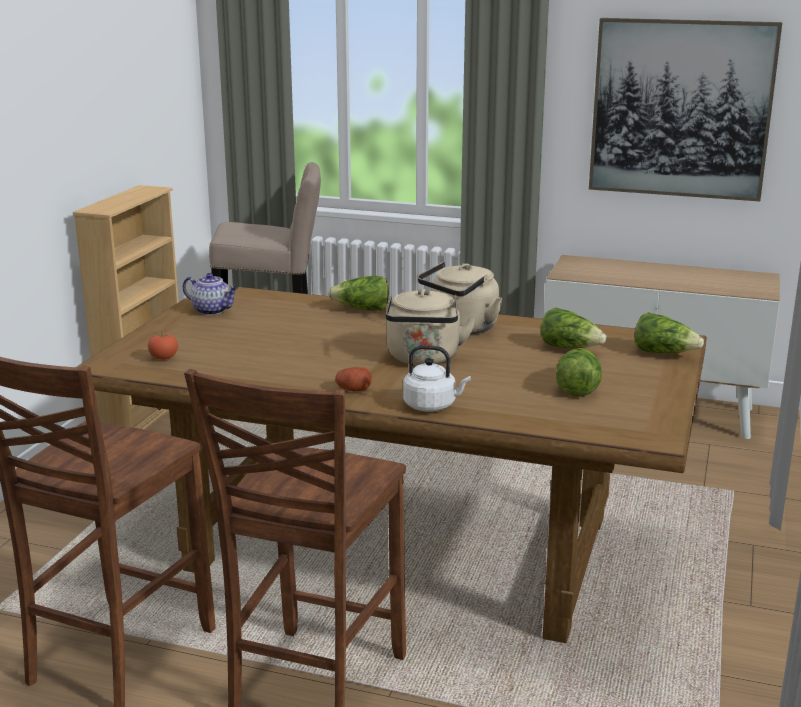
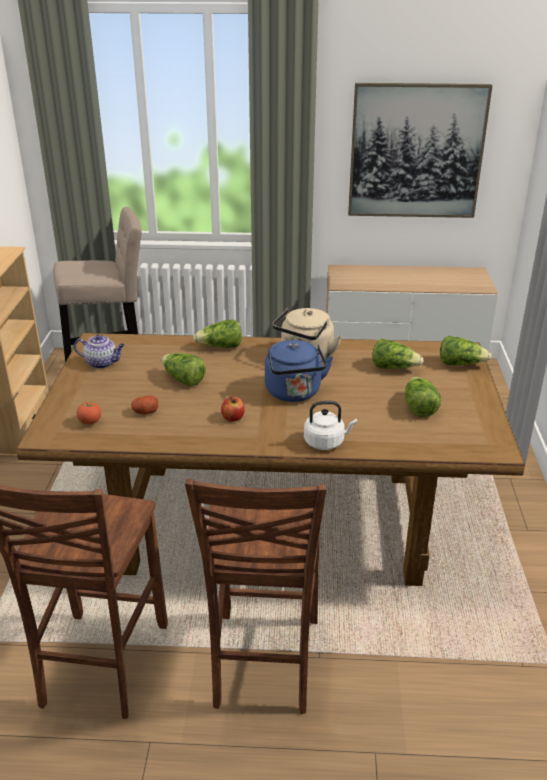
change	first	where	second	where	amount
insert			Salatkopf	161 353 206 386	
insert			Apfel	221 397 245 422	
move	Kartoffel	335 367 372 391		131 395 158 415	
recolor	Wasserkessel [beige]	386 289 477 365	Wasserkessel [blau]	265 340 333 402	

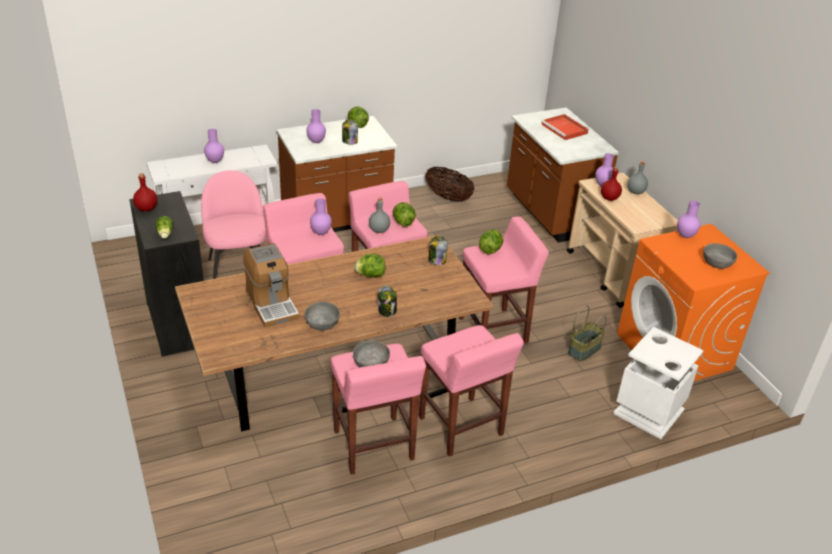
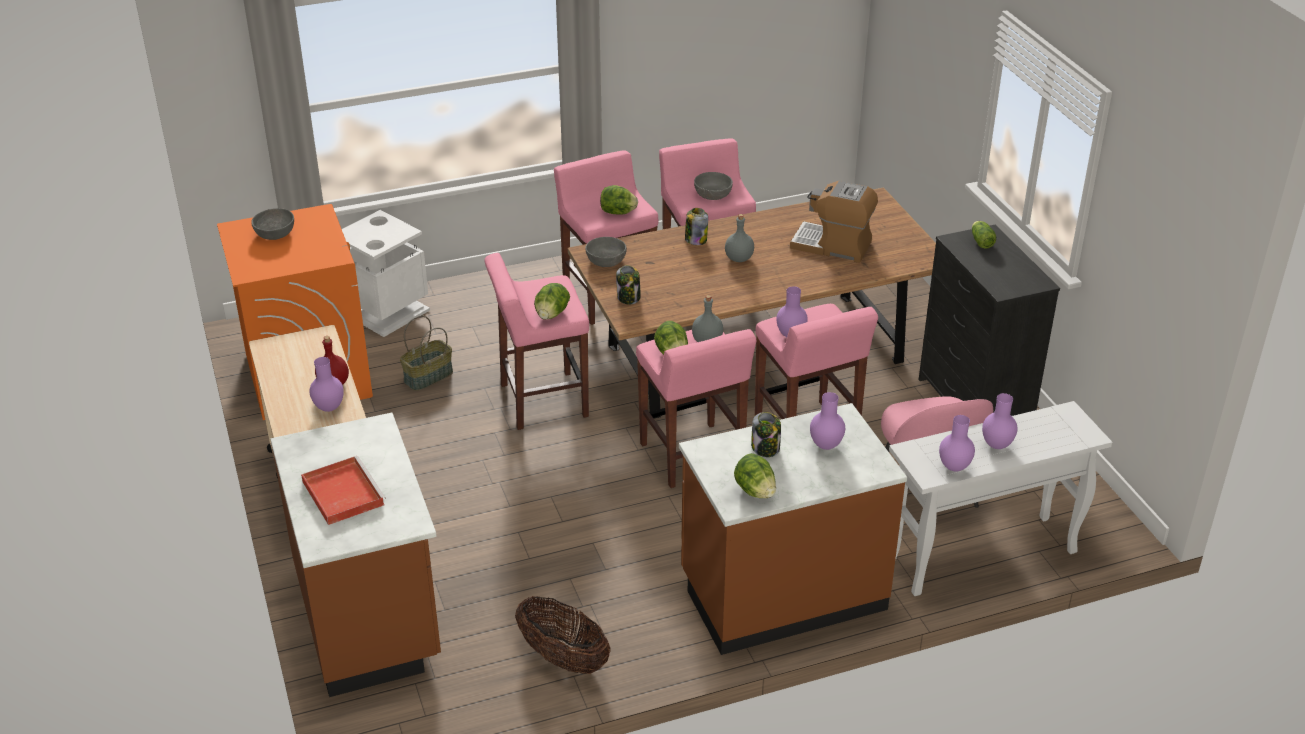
change	first	where	second	where	amount
delete	Flasche [rot]	133 173 157 211			
move	Schüssel [grau]	304 302 340 331		585 237 627 267	
move	Salatkopf	354 254 386 277		600 185 638 215	
move	Flasche [grau]	627 161 648 194		725 214 754 262	
move	Vase [lila]	677 200 700 238		939 415 975 472	
rotate	Kaffeemaschine	243 243 300 328		790 181 878 263	45 degrees counterclockwise

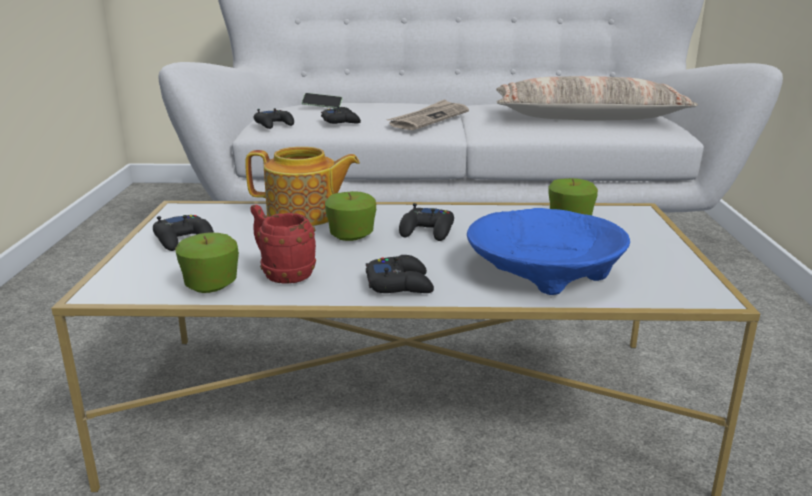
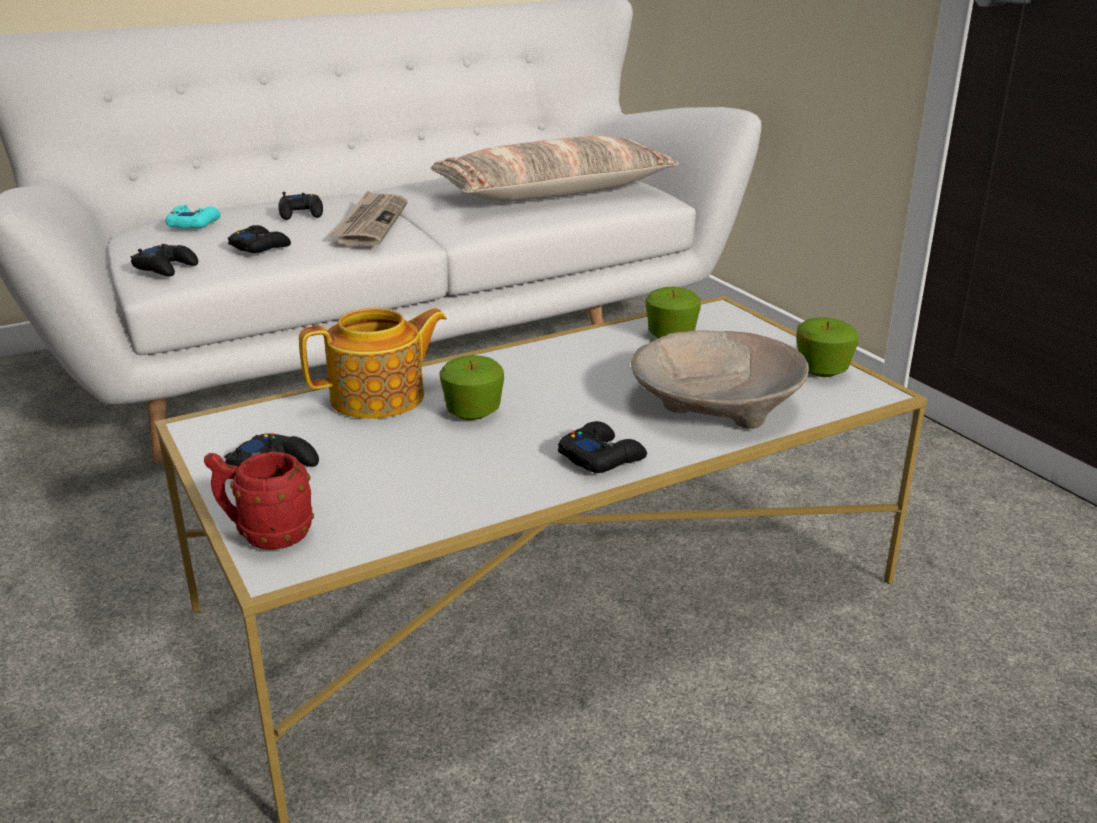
change	first	where	second	where	amount
move	Apfel	175 232 239 293		796 317 858 377	
move	Henkelbecher [rot]	250 205 316 284		204 451 314 550	
move	Gamepad [schwarz]	399 203 454 241		278 192 323 220	
replace	Handy	302 93 343 108	Gamepad [türkis]	166 205 221 229	
recolor	Schüssel [blau]	467 208 630 295	Schüssel [beige]	631 330 809 429	

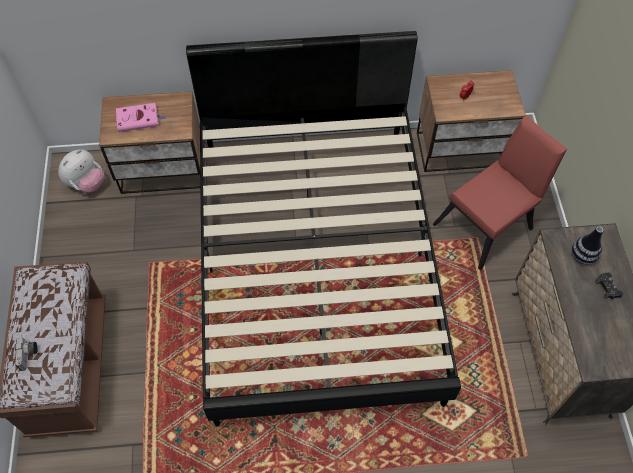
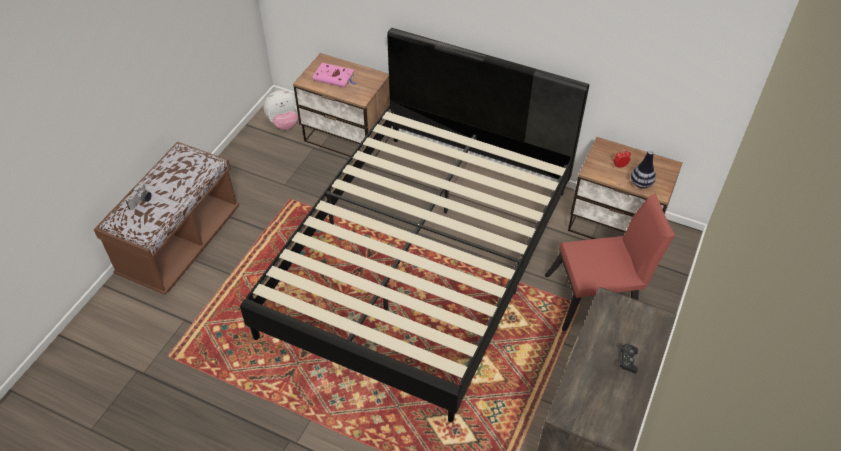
change	first	where	second	where	amount
move	Vase	572 226 604 264		631 150 656 188	

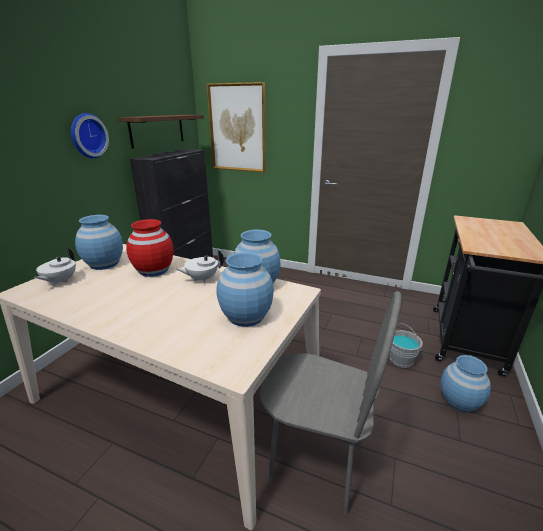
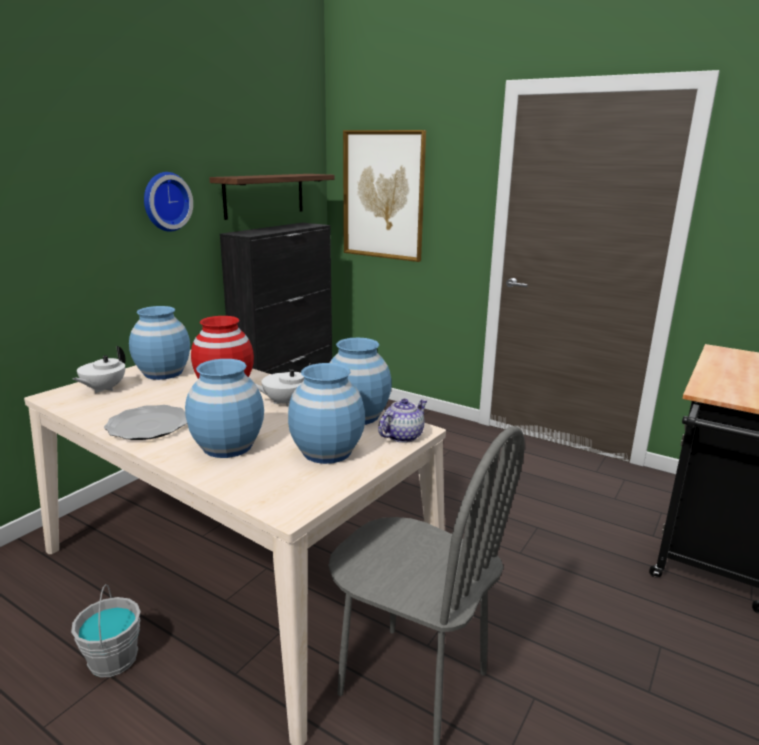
change	first	where	second	where	amount
insert			Teller	104 405 187 440	
insert			Teekanne	378 398 427 443	
move	Eimer [grau]	390 323 423 368		71 584 140 677	
move	Vase [blau]	441 355 491 412		185 359 264 458	

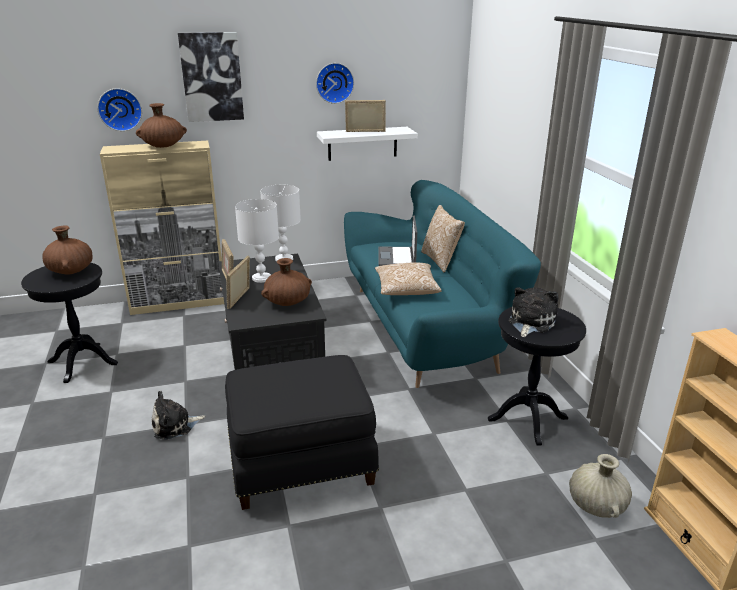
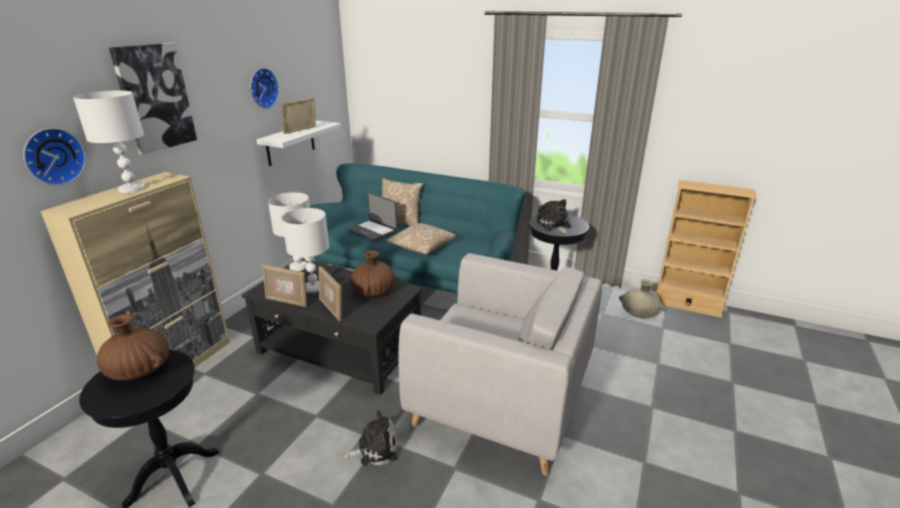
change	first	where	second	where	amount
replace	Vase [braun]	136 103 187 148	Tischlampe [weiß]	73 90 145 193	
replace	Polsterhocker [schwarz]	225 355 379 510	Sessel [grau]	398 253 602 476	
rotate	Plüschtier	152 391 205 440		343 410 398 465	120 degrees counterclockwise

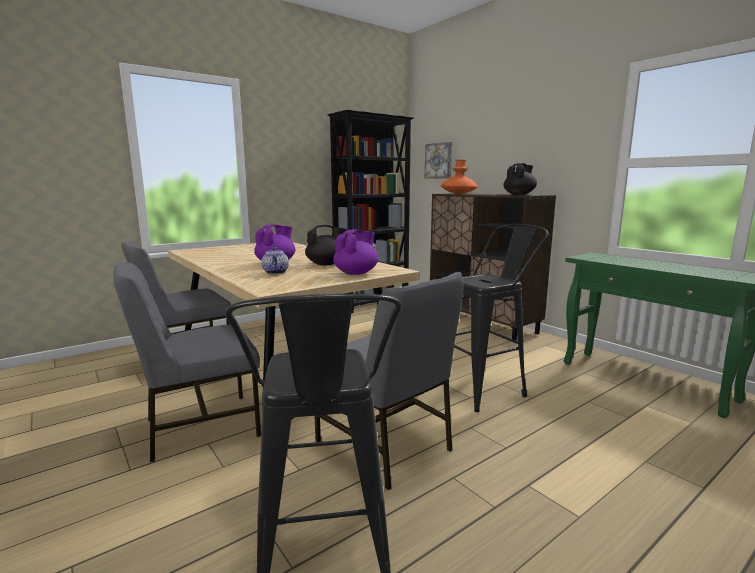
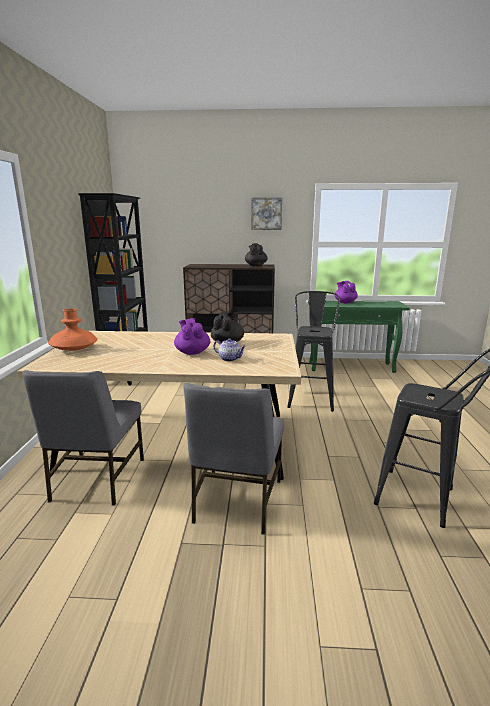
change	first	where	second	where	amount
delete	Stuhl [grau]	315 272 463 490			
move	Teekanne [lila]	333 230 379 275		335 281 358 303	
move	Bild	425 142 452 179		251 198 282 230	
move	Vase [orange]	440 159 478 194		48 309 98 351	

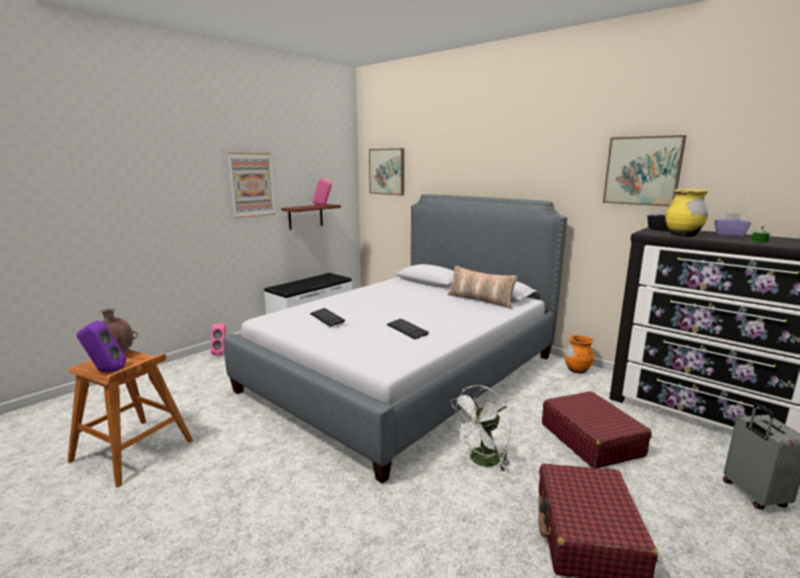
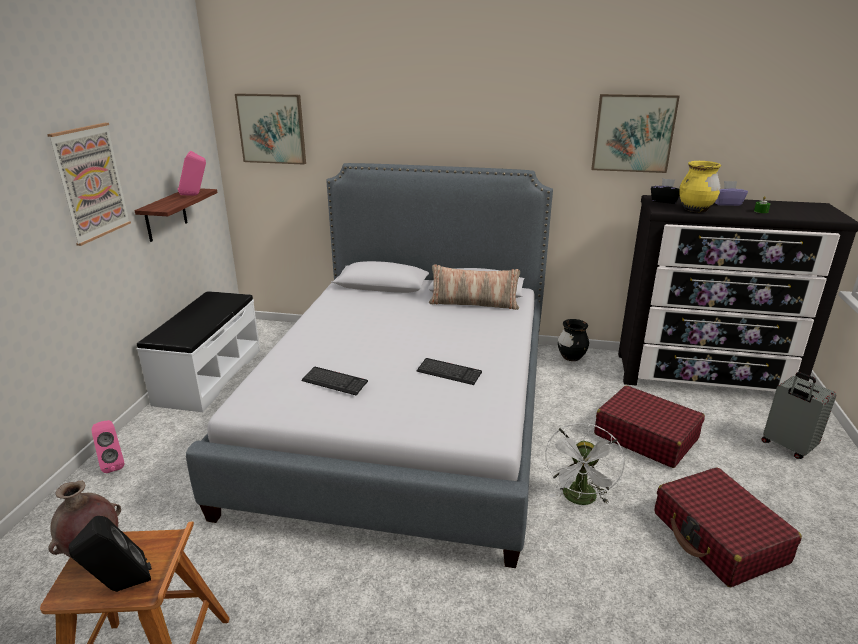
change	first	where	second	where	amount
recolor	Lautsprecher [lila]	76 320 126 372	Lautsprecher [schwarz]	69 516 152 592	
recolor	Vase [orange]	564 335 594 373	Vase [schwarz]	558 319 589 361	

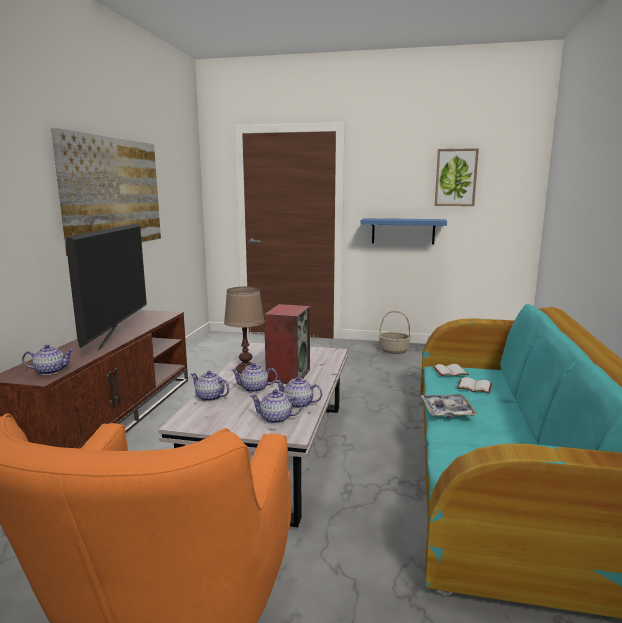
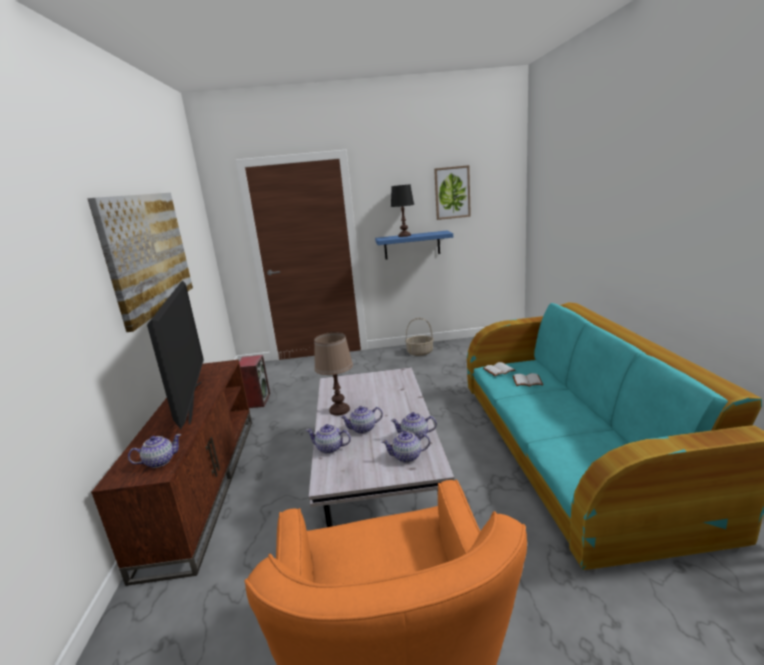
change	first	where	second	where	amount
delete	Tablett	421 394 478 418			
insert			Tischlampe [schwarz]	391 185 414 237	
move	Lautsprecher	264 304 310 384		239 355 270 408	

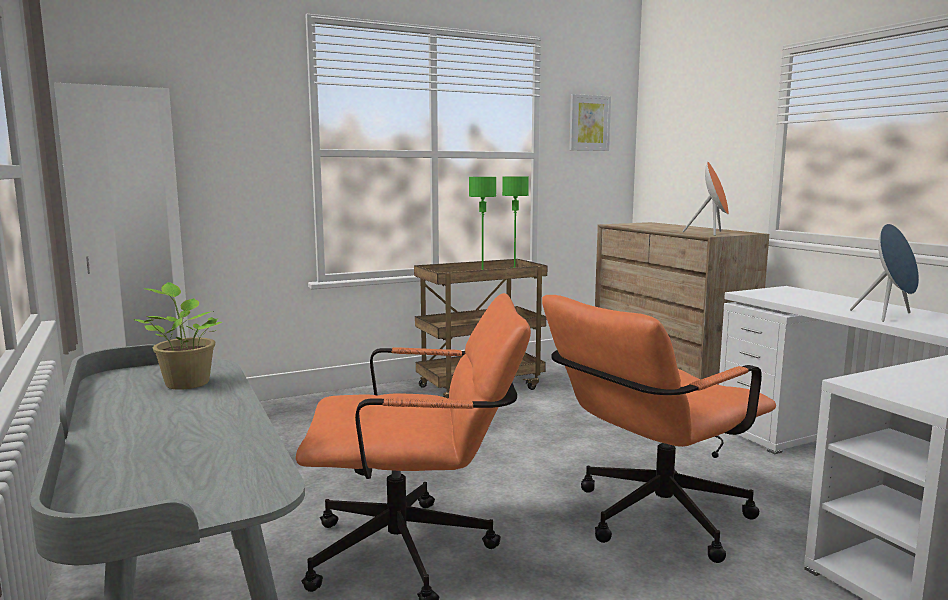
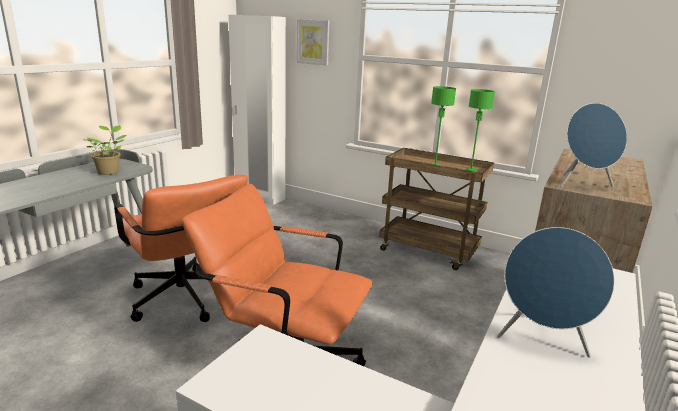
change	first	where	second	where	amount
move	Bild	569 94 611 151		296 19 330 65	
recolor	Lautsprecher [orange]	682 162 729 236	Lautsprecher [blau]	560 103 627 187	

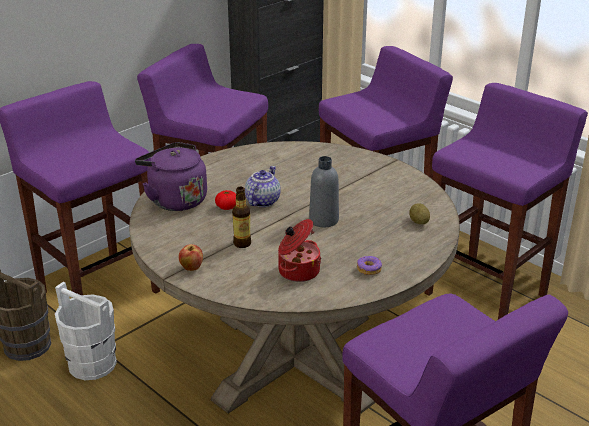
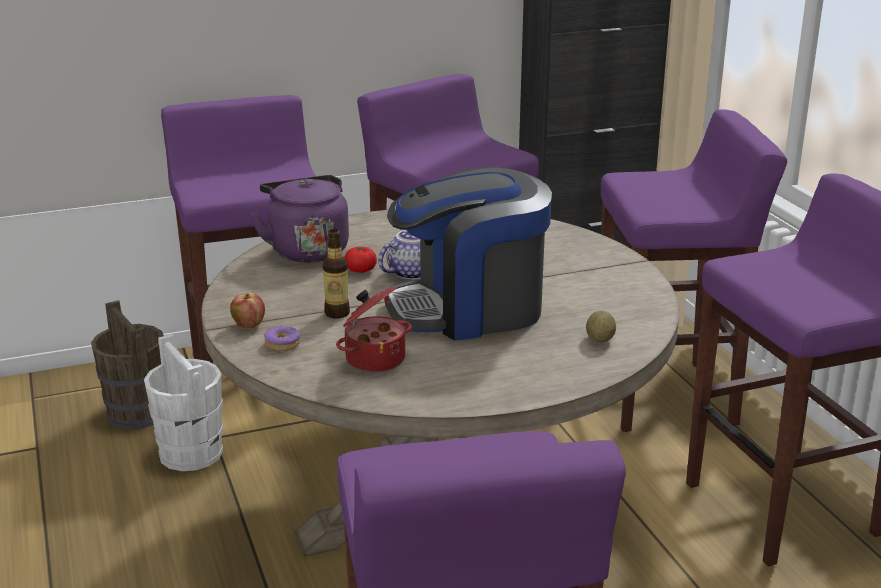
change	first	where	second	where	amount
move	Donut	357 256 382 275		264 326 300 351	
replace	Flasche [grau]	309 156 339 227	Kaffeemaschine	384 168 552 341	

